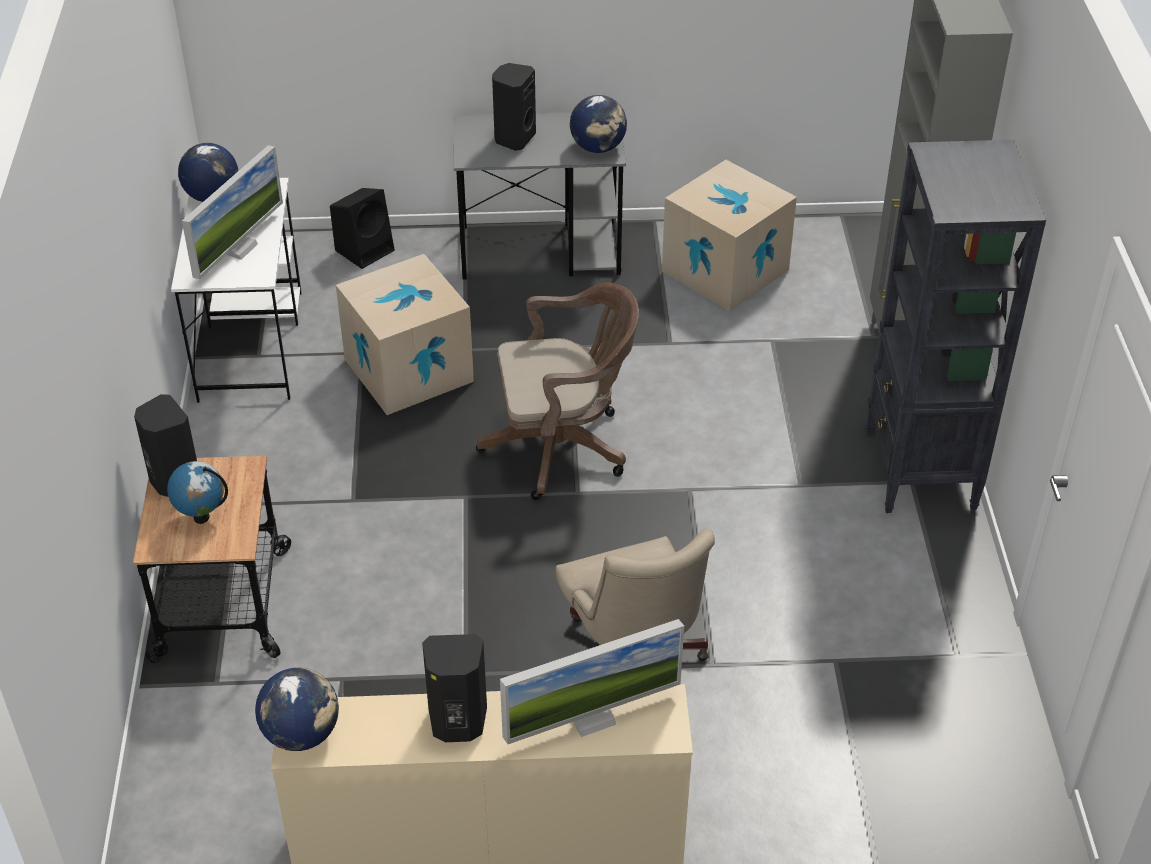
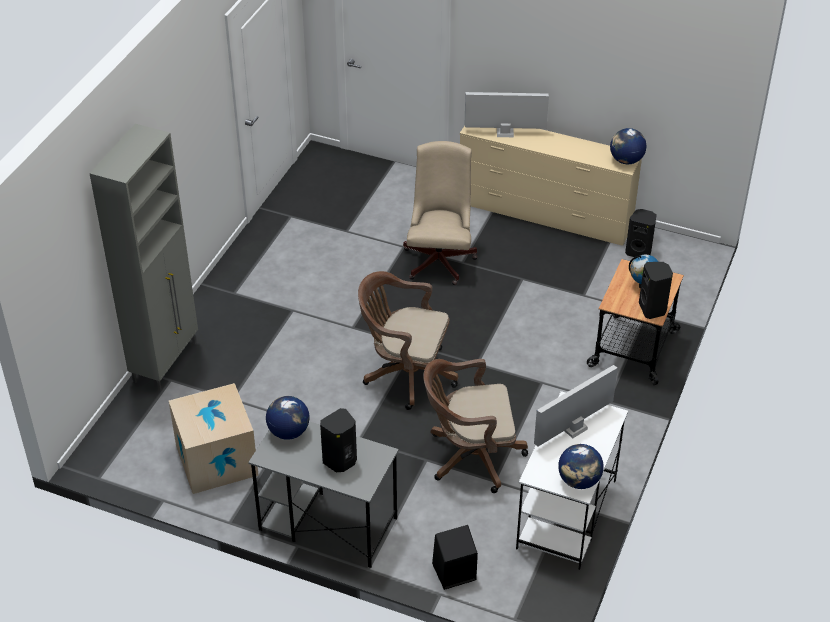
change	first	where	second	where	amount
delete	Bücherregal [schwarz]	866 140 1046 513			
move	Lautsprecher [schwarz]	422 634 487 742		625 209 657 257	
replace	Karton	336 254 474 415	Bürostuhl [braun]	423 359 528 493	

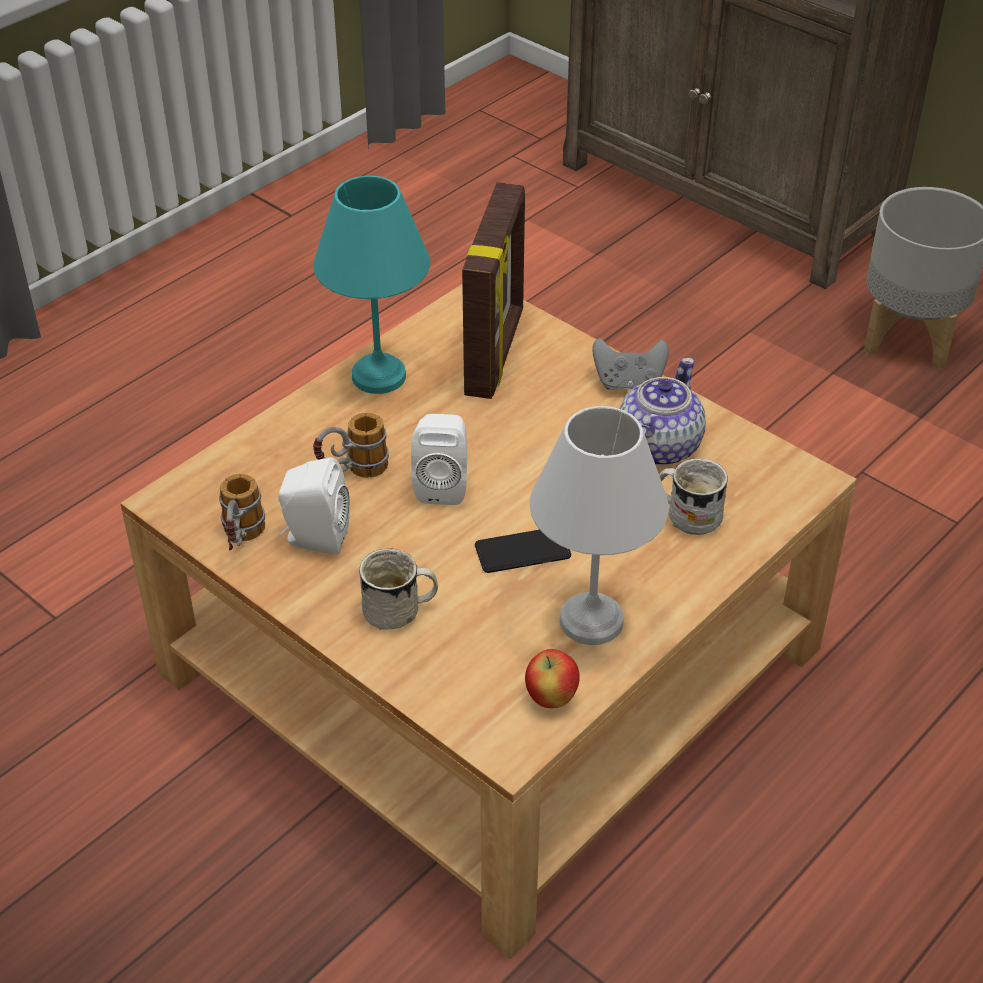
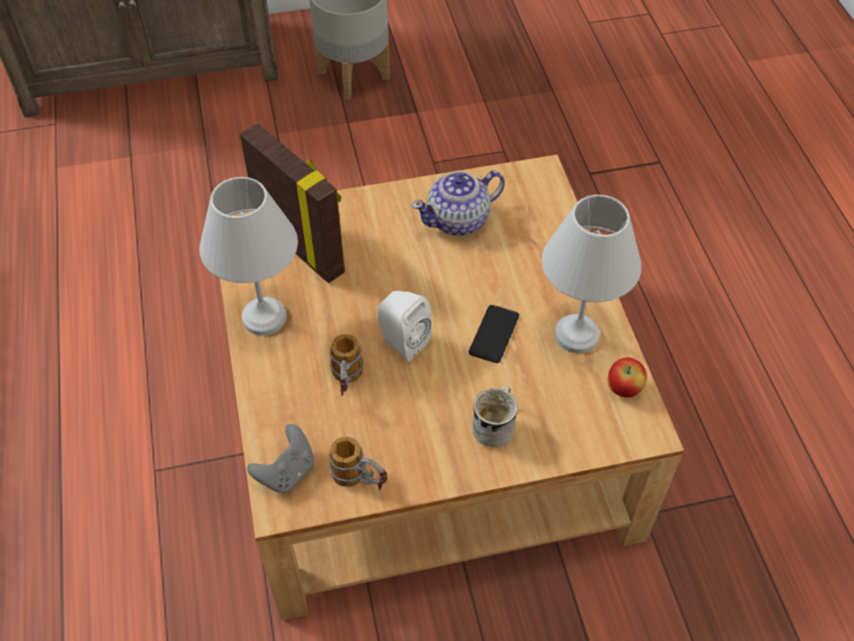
change	first	where	second	where	amount
delete	Lautsprecher [weiß]	278 457 350 554			
delete	Henkelbecher [weiß]	659 458 728 535			
move	Gamepad [grau]	592 338 669 390		247 424 314 493	
recolor	Tischlampe [türkis]	313 176 430 394	Tischlampe [weiß]	199 177 298 336	
rotate	Teekanne	619 357 706 466		411 170 505 236	90 degrees counterclockwise

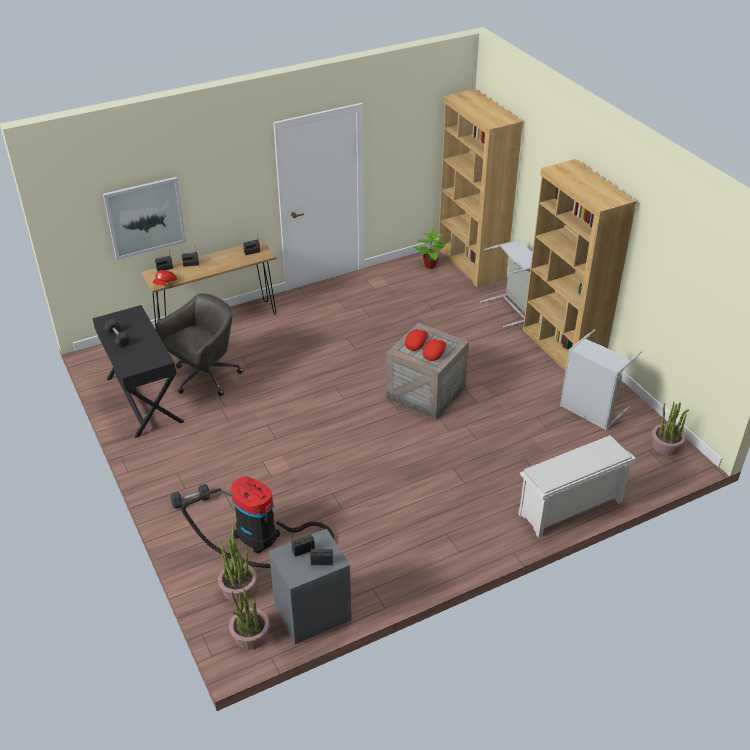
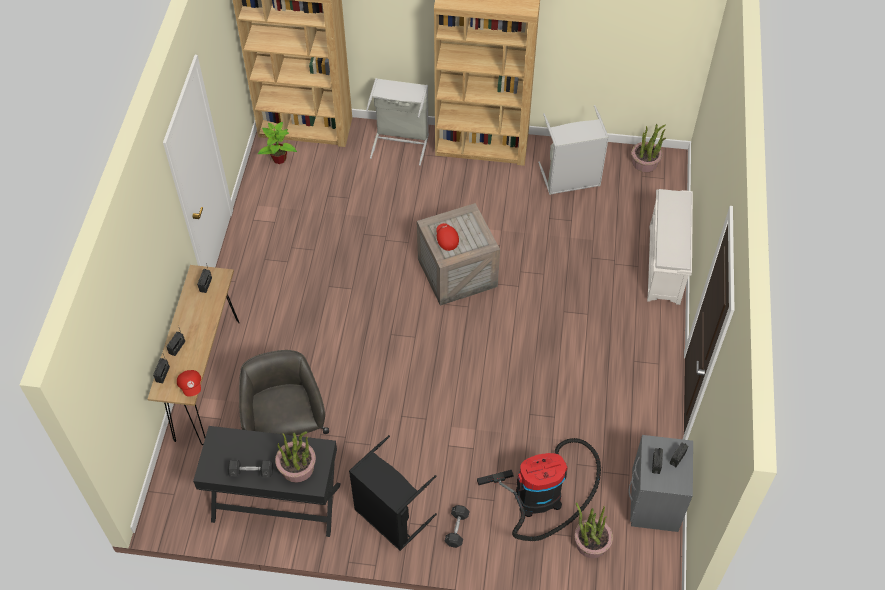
change	first	where	second	where	amount
delete	Bild	103 177 186 260			
delete	Kappe [rot]	423 339 447 361			
insert			Wäschekorb [schwarz]	349 435 437 551	
move	Topfpflanze	229 588 269 650		275 431 316 483	

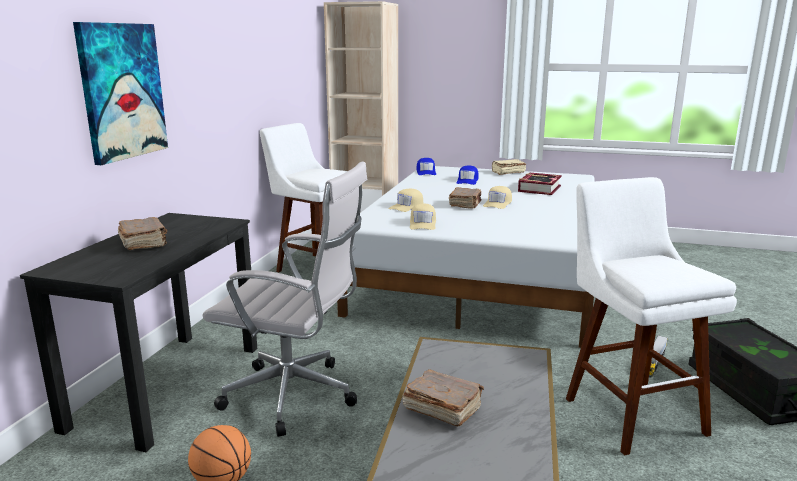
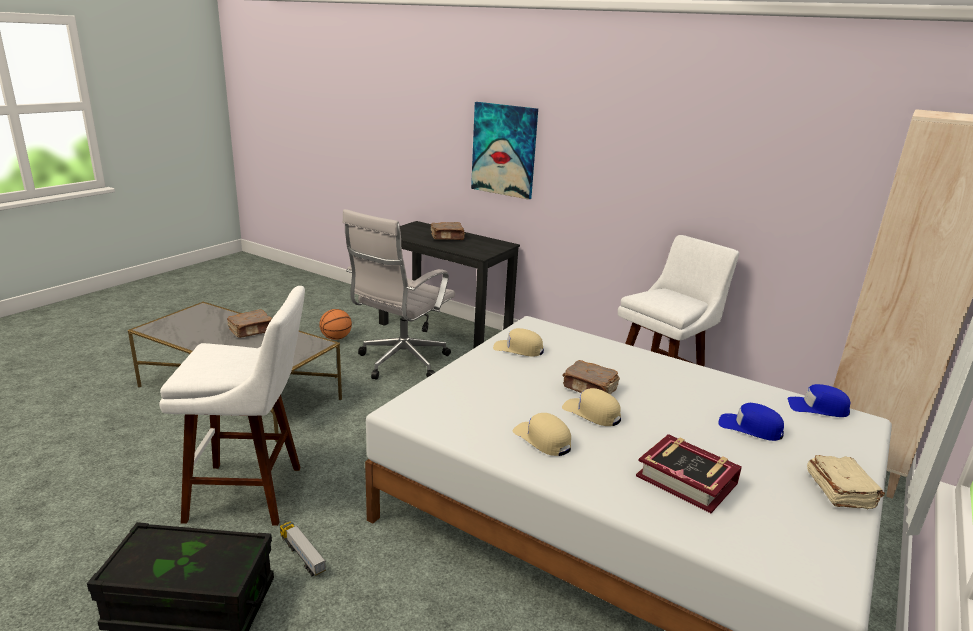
change	first	where	second	where	amount
move	Kappe [beige]	389 189 423 212		513 413 571 456	

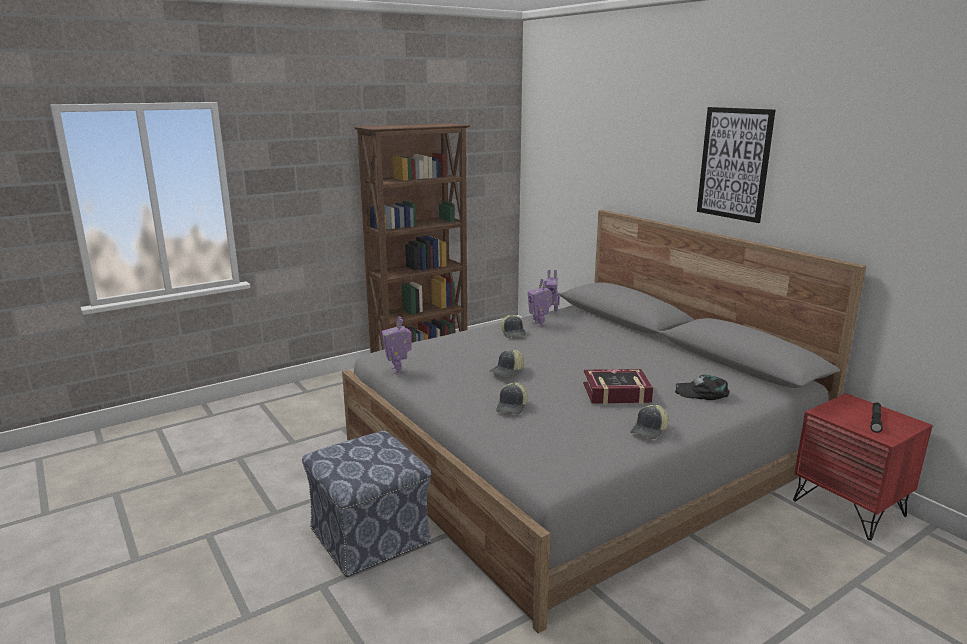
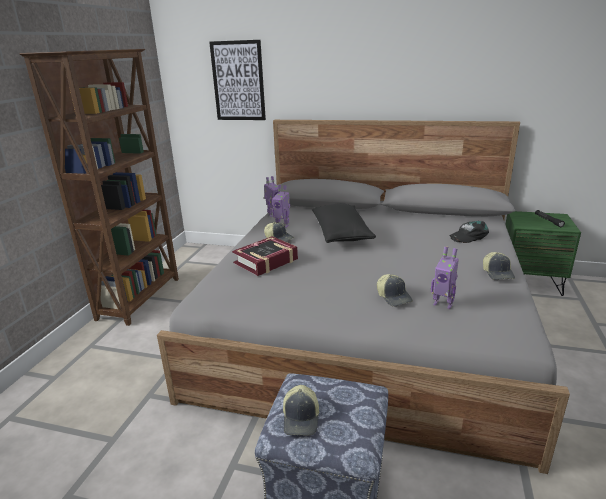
change	first	where	second	where	amount
insert			Kissen [schwarz]	312 203 376 243	
move	Spielzeugroboter	382 317 411 374		431 246 459 309	
move	Kappe	490 349 524 376		283 385 319 435	
move	Buch	583 369 653 405		232 236 298 276	
move	Bild	697 107 775 223		209 40 266 120	
recolor	Nachttisch [rot]	793 393 933 541	Nachttisch [grün]	505 211 581 296	

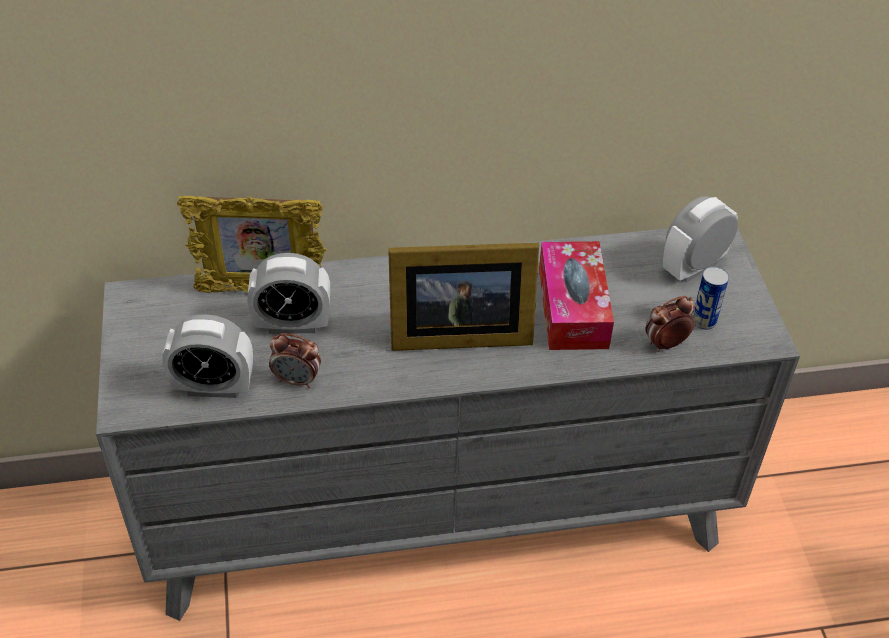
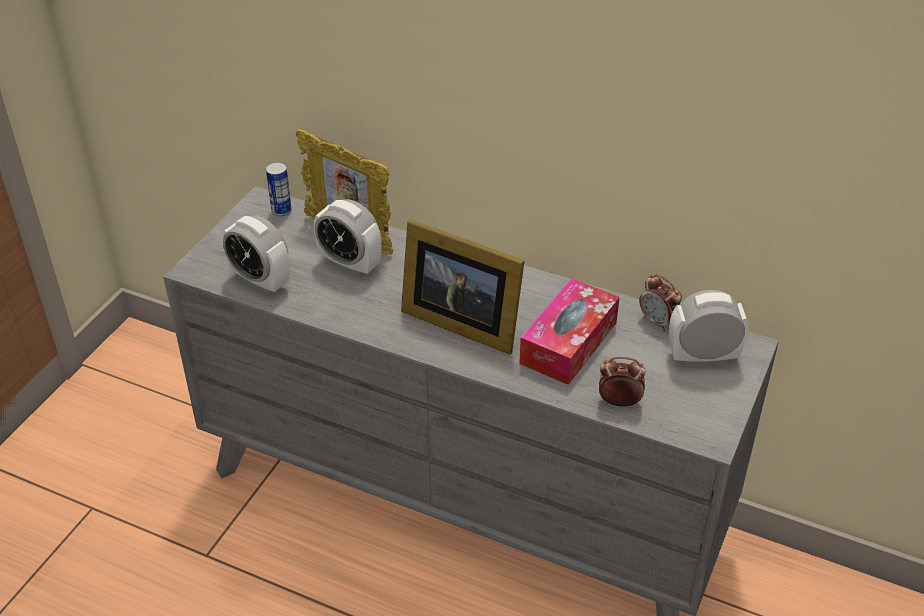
change	first	where	second	where	amount
move	Wecker	269 333 321 388		639 274 682 331	
move	Dose	693 267 729 330		266 162 292 217	

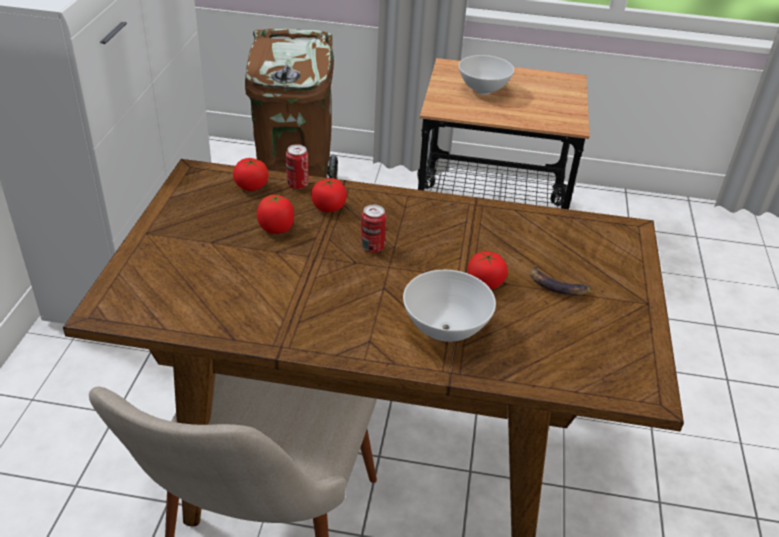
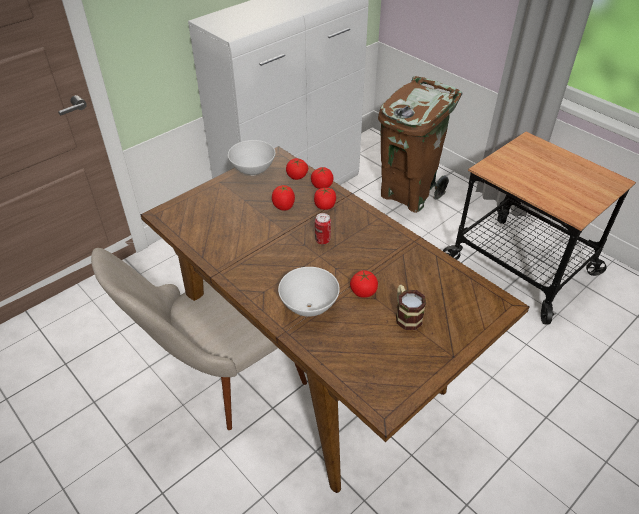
change	first	where	second	where	amount
move	Schüssel [weiß]	459 55 514 95		228 140 275 176	
replace	Dose	286 144 309 189	Tomate	311 167 334 189	
replace	Banane	530 265 591 296	Henkelbecher	396 285 426 330	

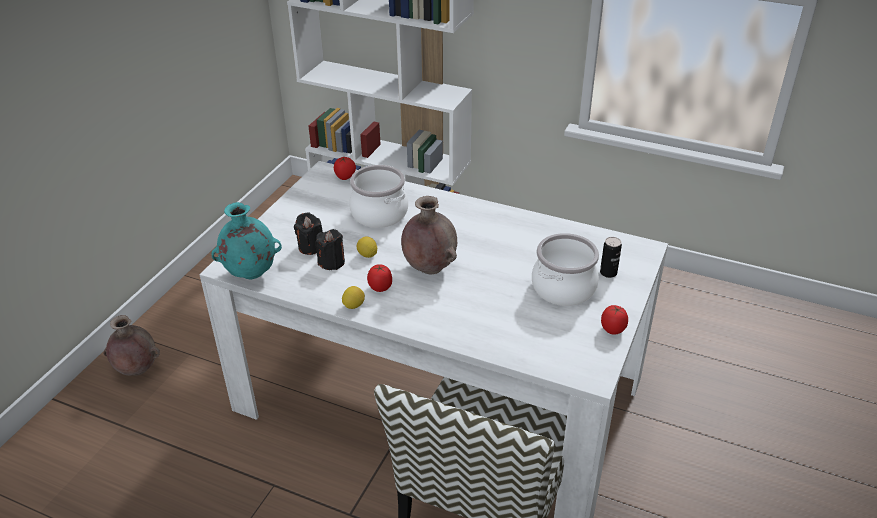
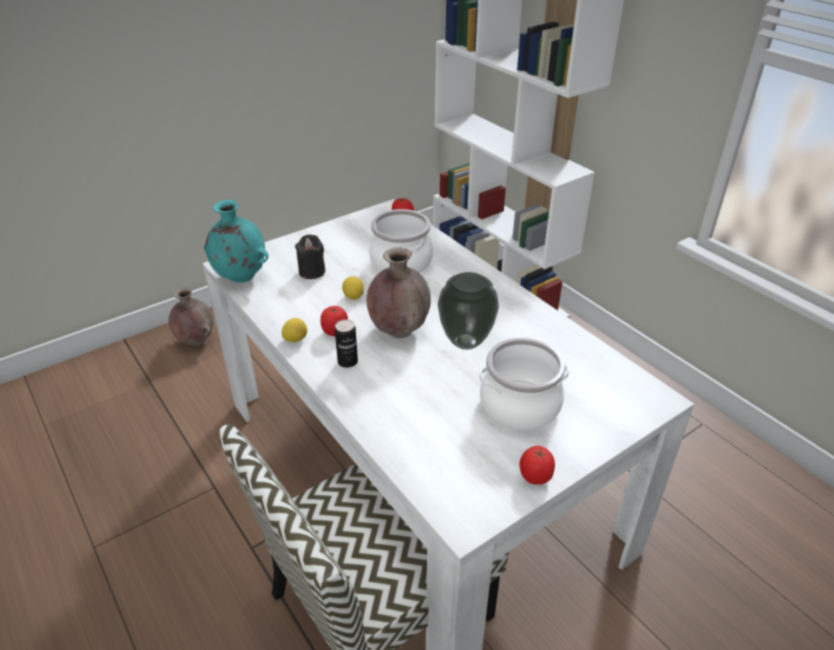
change	first	where	second	where	amount
delete	Kerze [schwarz]	315 229 345 270			
insert			Vase	438 272 499 350	
move	Dose	600 237 622 278		335 319 358 368	

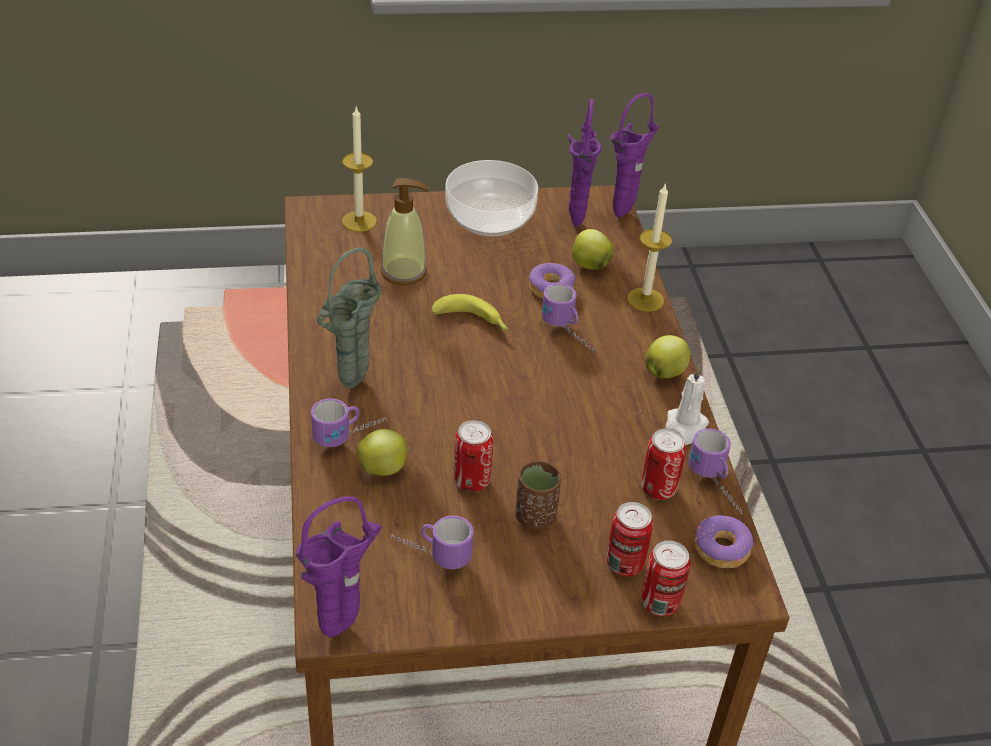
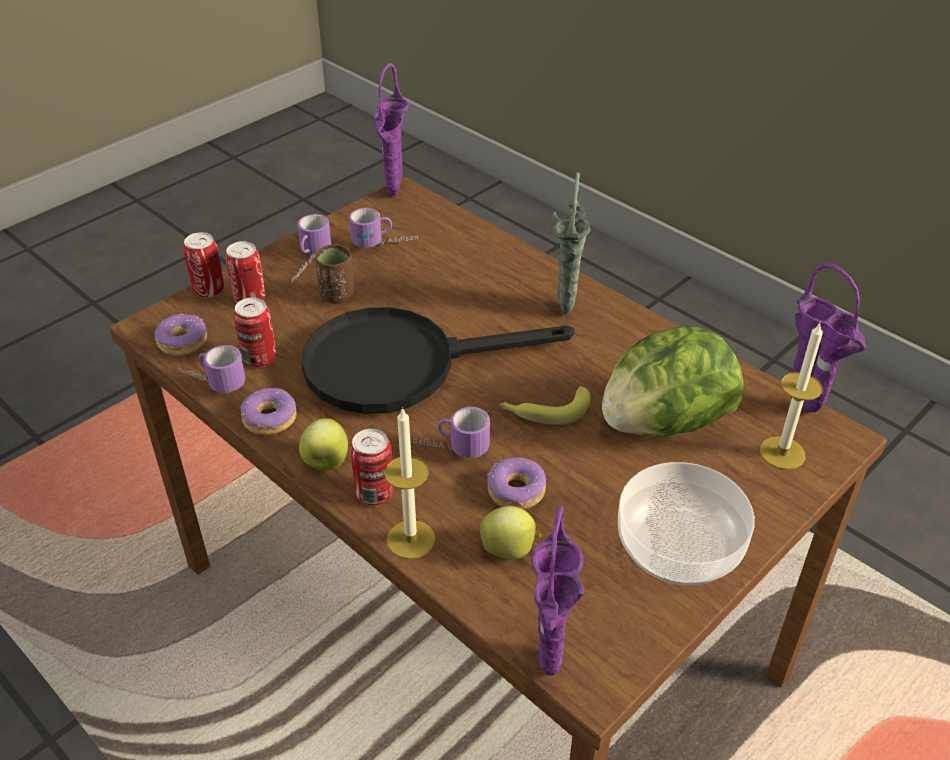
change	first	where	second	where	amount
delete	Apfel	357 429 411 476			
insert			Pfanne [schwarz]	301 307 574 414	
move	Henkelbecher	311 399 386 447		292 214 331 283	
move	Dose	454 420 493 492		350 429 394 505	
move	Vase [lila]	568 99 602 227		790 263 866 412	
replace	Seifenspender	381 178 429 285	Salatkopf	602 327 744 437	
replace	Kerze [weiß]	666 366 709 445	Donut	240 388 297 435	

